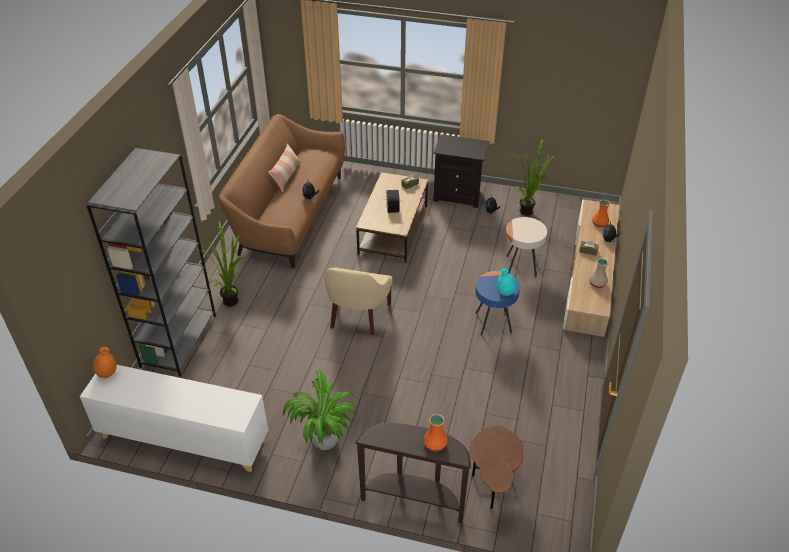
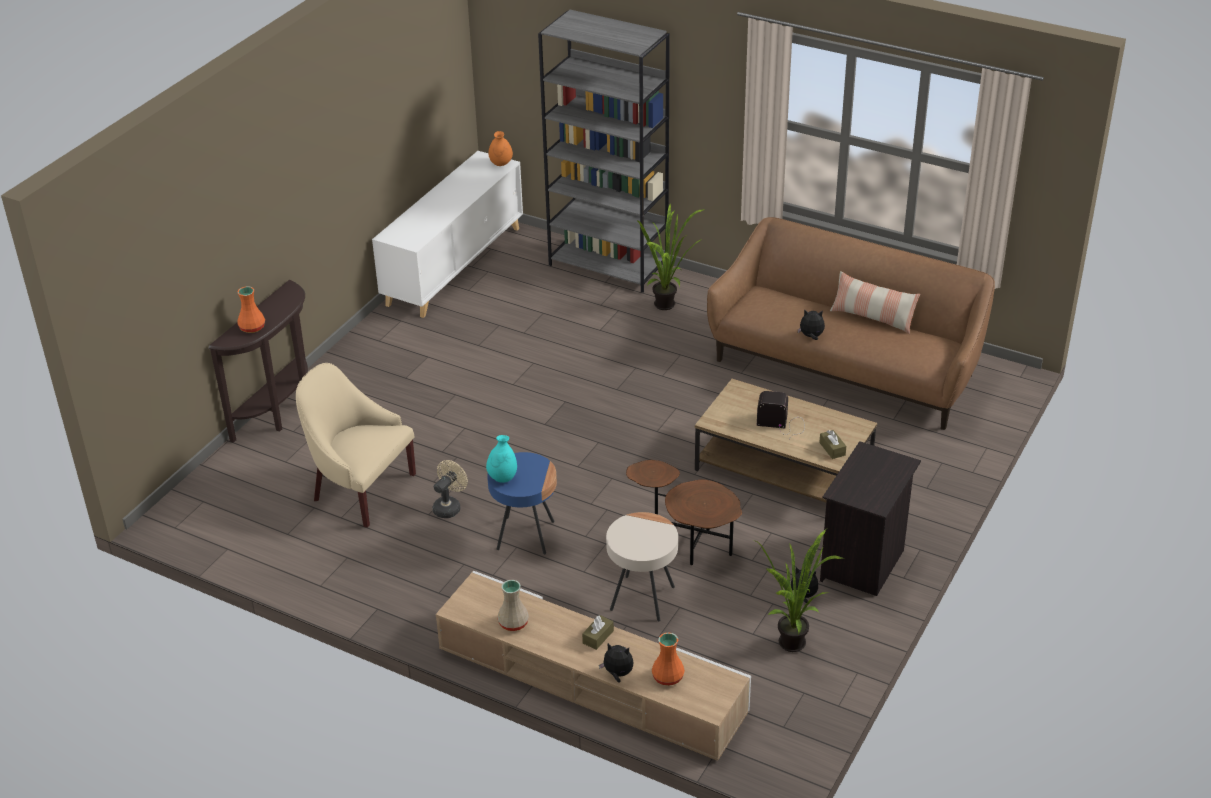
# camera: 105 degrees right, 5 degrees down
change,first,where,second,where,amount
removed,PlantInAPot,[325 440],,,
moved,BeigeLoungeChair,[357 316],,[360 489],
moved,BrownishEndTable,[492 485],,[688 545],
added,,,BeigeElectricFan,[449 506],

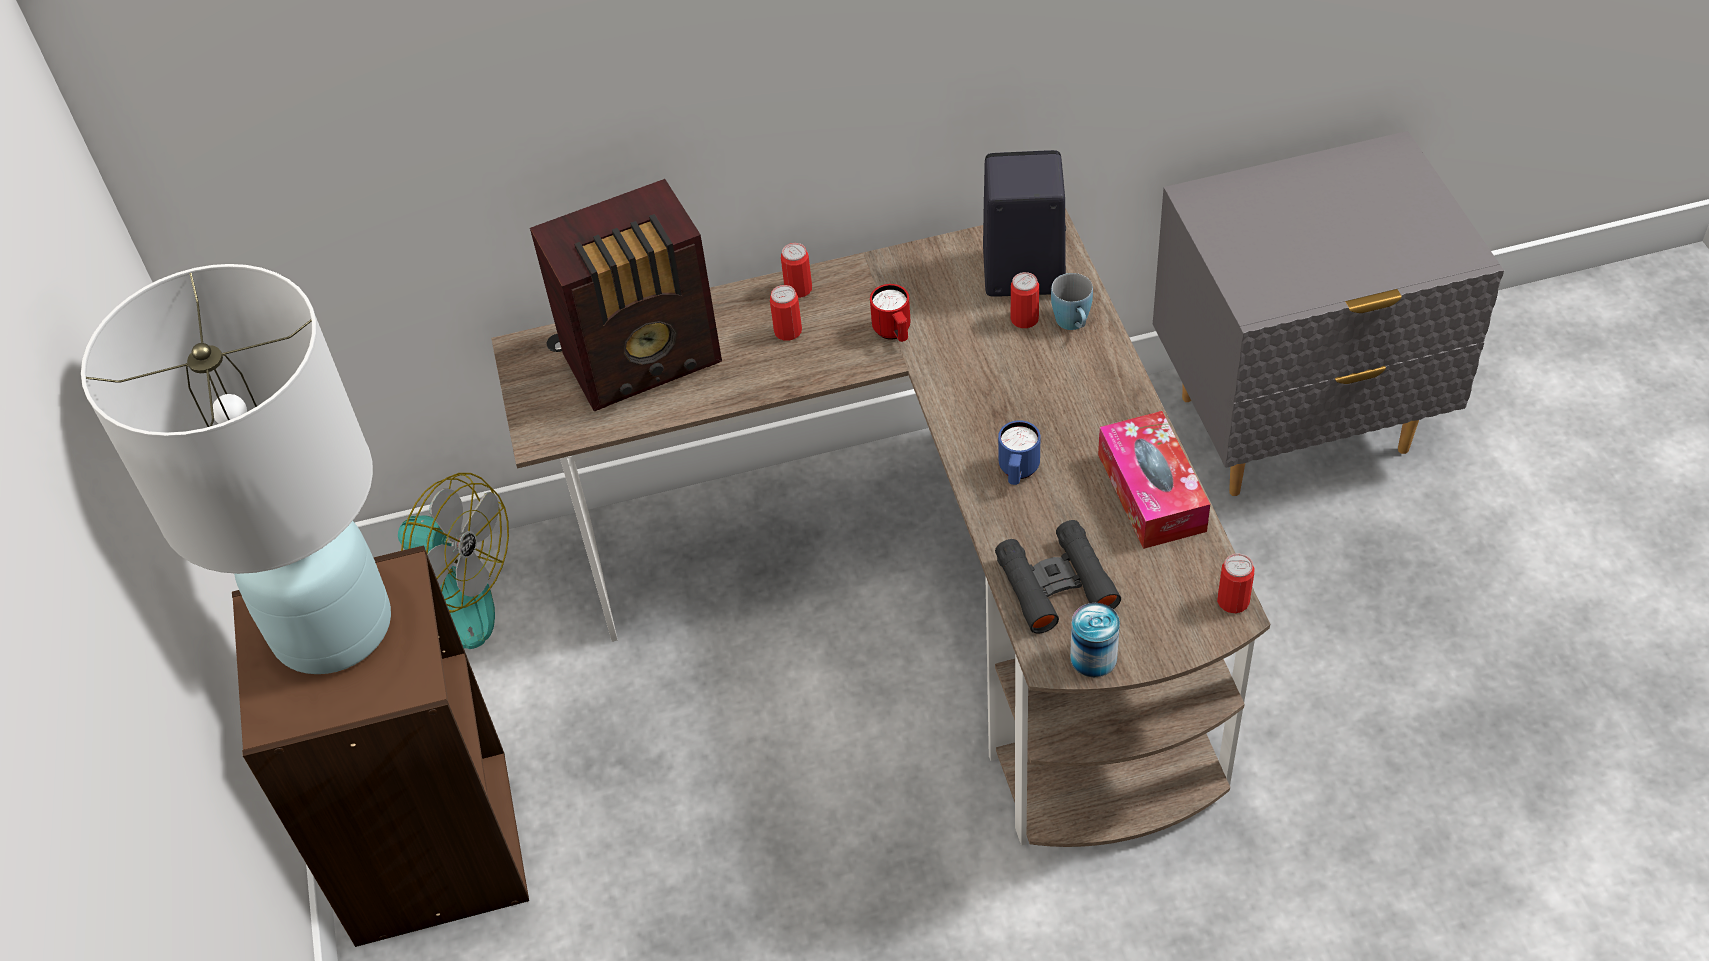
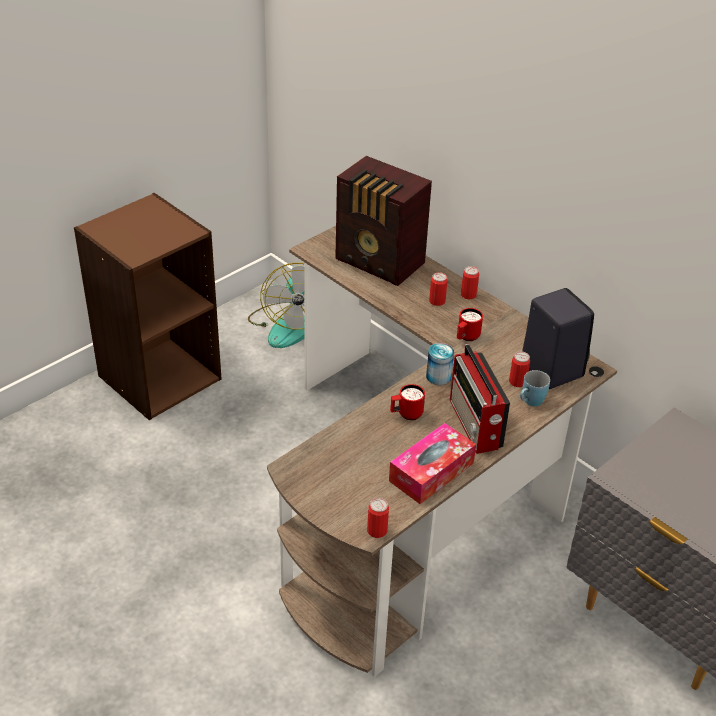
# camera: 55 degrees right, 10 degrees down
change,first,where,second,where,amount
removed,WhiteColouredTableLamp,[330 626],,,
removed,BlackishFieldGlasses,[1056 584],,,
recoloured,BlueColouredTeaMug,[1018 472],RedColouredTeaMug,[406 414],
moved,SealedCan,[1093 657],,[438 376],
added,,,RadioSet,[475 425],

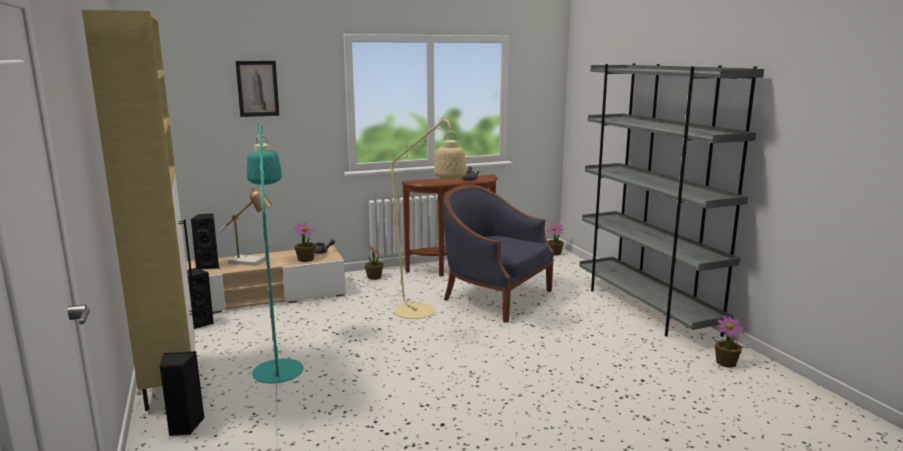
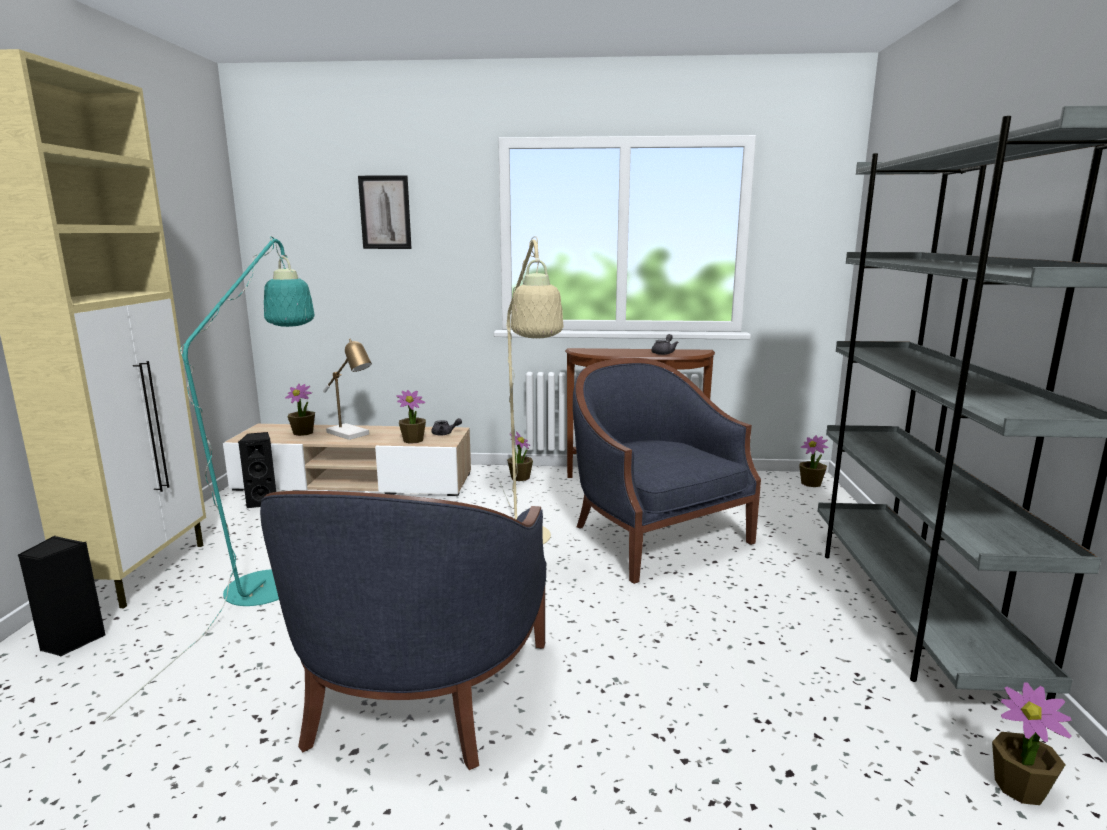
# camera: 25 degrees right, 0 degrees up
change,first,where,second,where,amount
replaced,BlackishAudioSpeaker,[209 266],PlantInAPot,[303 432],
added,,,BlueColouredLoungeChair,[419 691],

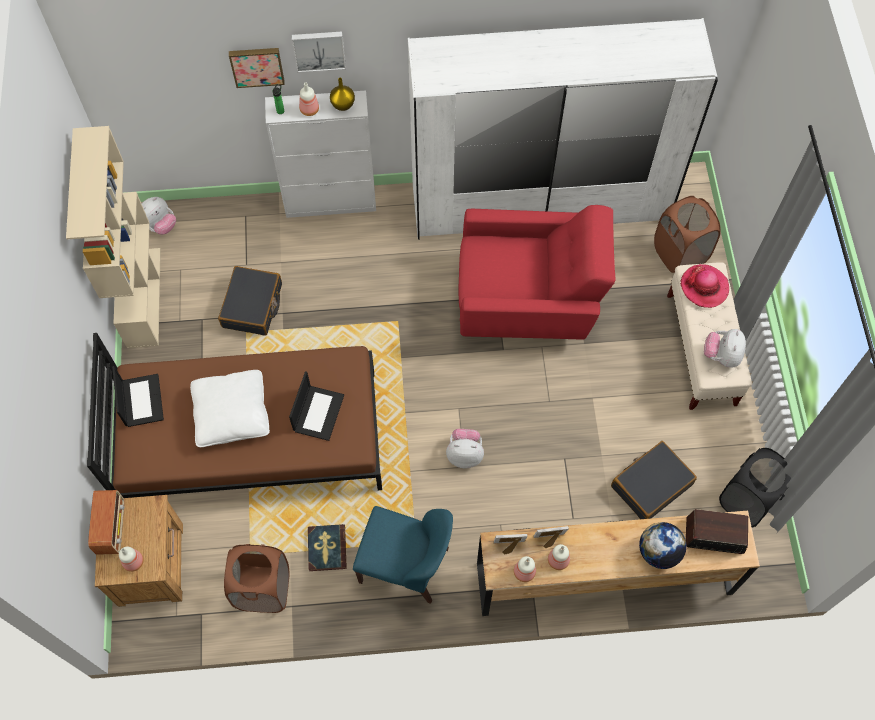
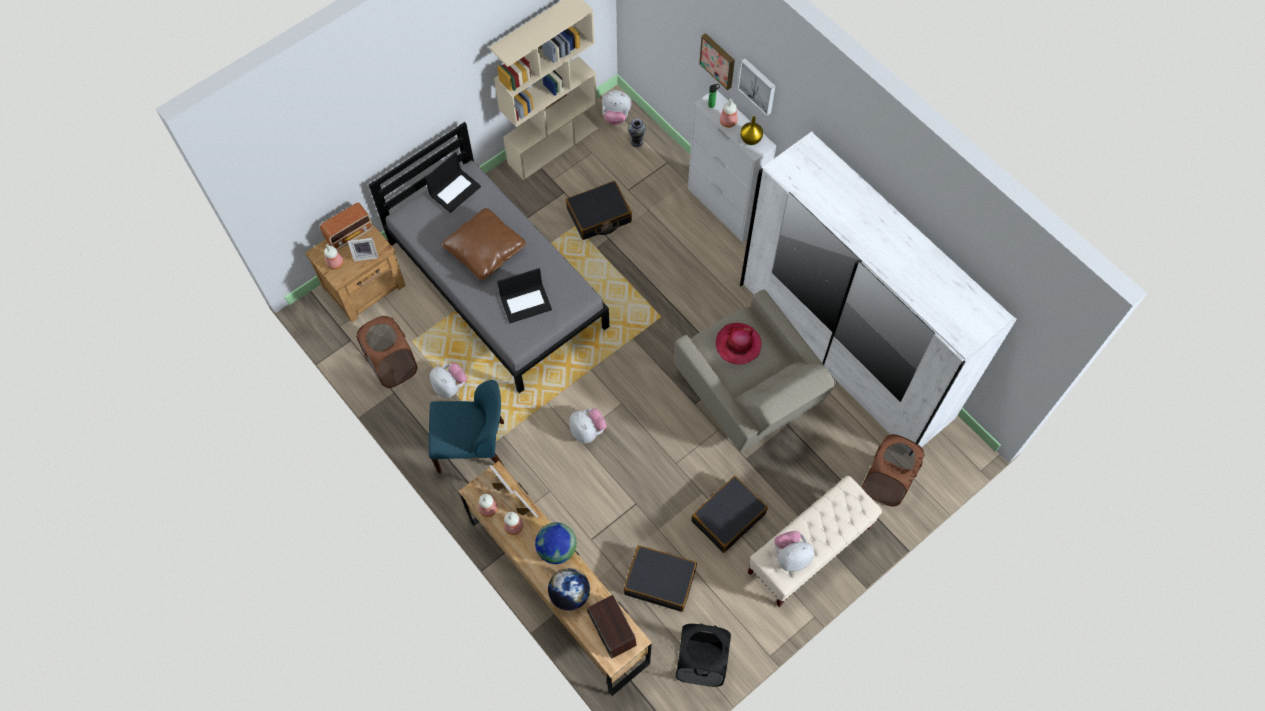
# camera: 55 degrees right, 0 degrees up
change,first,where,second,where,amount
recoloured,BrownishBed,[251 438],GreyBed,[497 284],
recoloured,WhiteColouredPillow,[232 413],BrownishPillow,[485 250],
replaced,Book,[326 548],CuddlyToy,[450 386],
turned,BlueColouredChair,[406 565],,[473 446],75 degrees counterclockwise
recoloured,RedColouredLoungeChair,[528 301],BeigeLoungeChair,[750 395],
moved,WearableHat,[704 287],,[738 344],
added,,,PictureFrame,[365 255],
added,,,Globe,[557 549],
added,,,FlowerVase,[637 141],
added,,,BlackishPieceOfLuggage,[728 517],

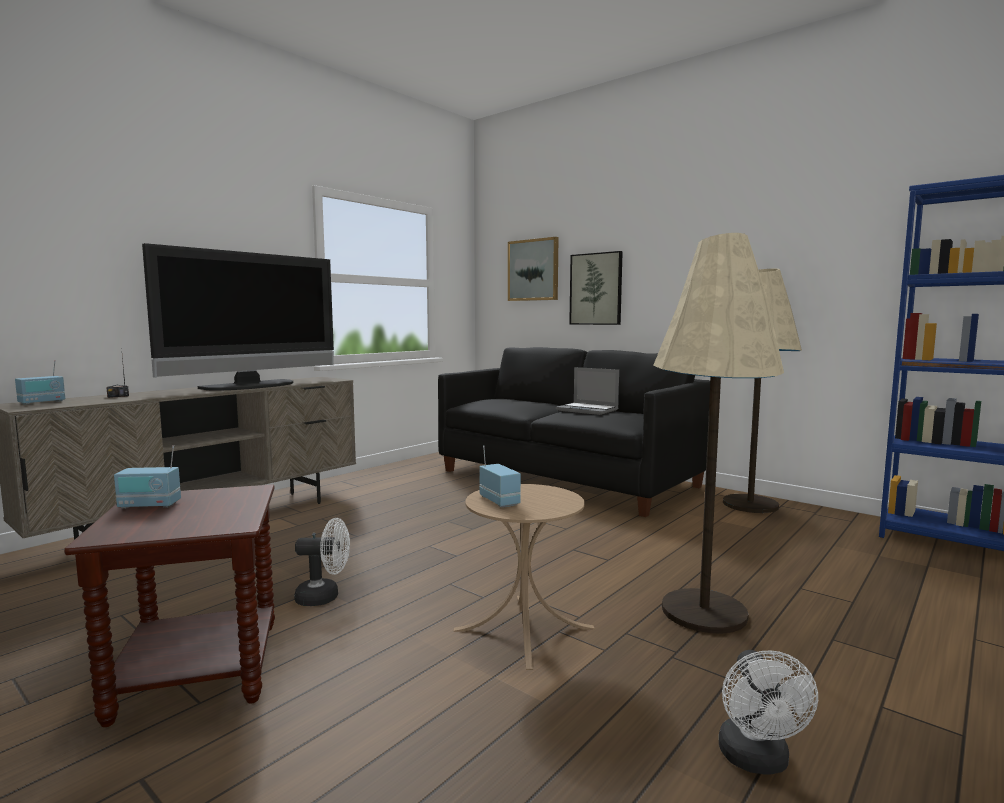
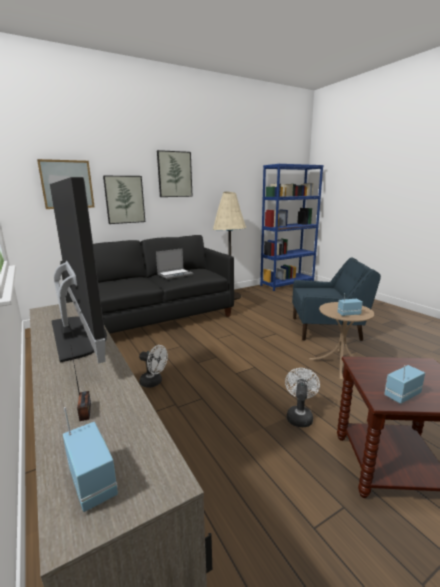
# camera: 70 degrees left, 10 degrees up
change,first,where,second,where,amount
turned,RadioSet,[149 505],,[401 395],135 degrees counterclockwise
replaced,BeigeStandardLamp,[704 612],BlueColouredLoungeChair,[327 329],
moved,WhiteColouredElectricFan,[757 761],,[154 382],
added,,,Picture,[174 174],

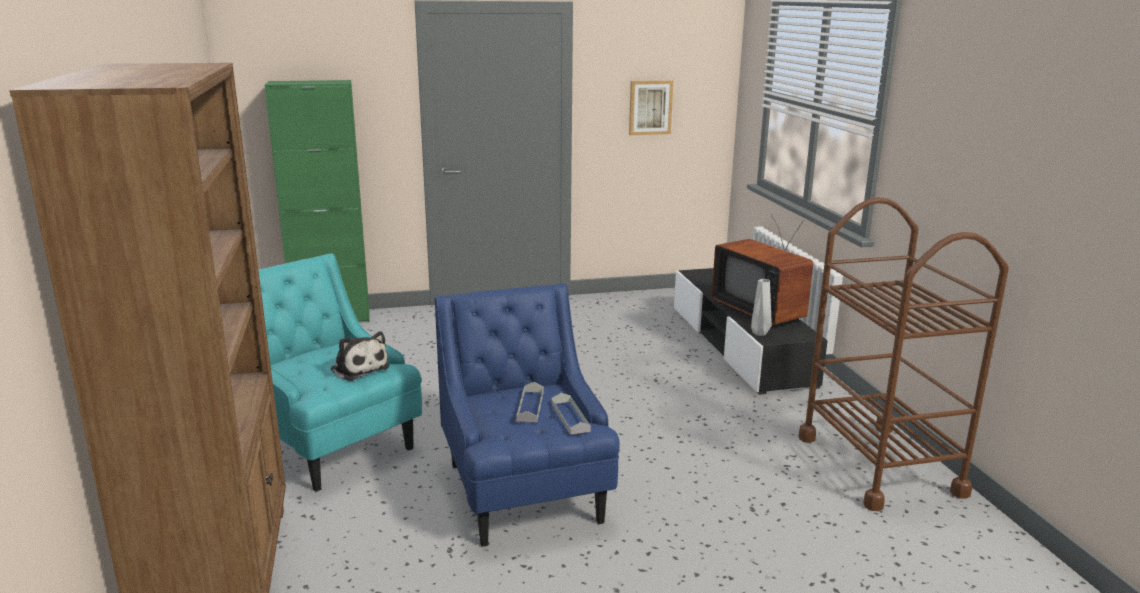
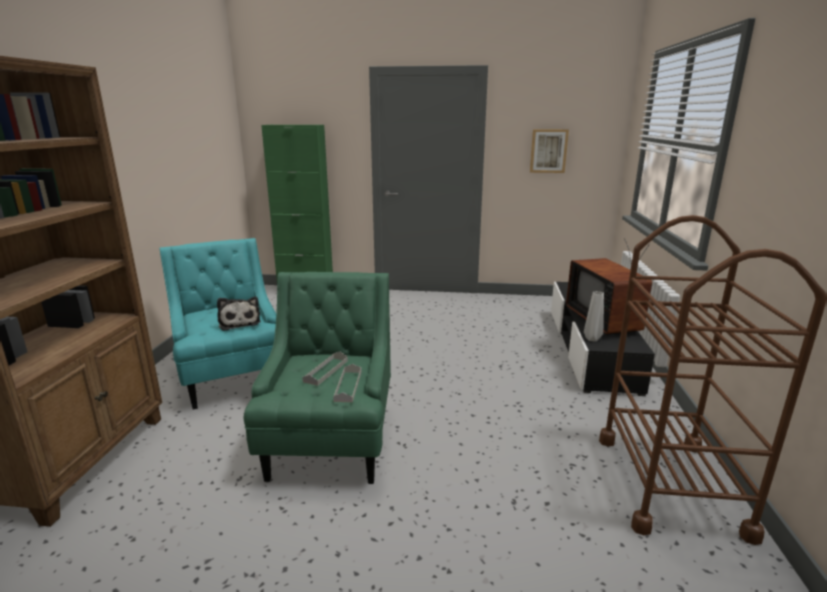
# camera: 20 degrees right, 0 degrees up
change,first,where,second,where,amount
recoloured,BlueColouredLoungeChair,[524 494],GreenishLoungeChair,[330 442],

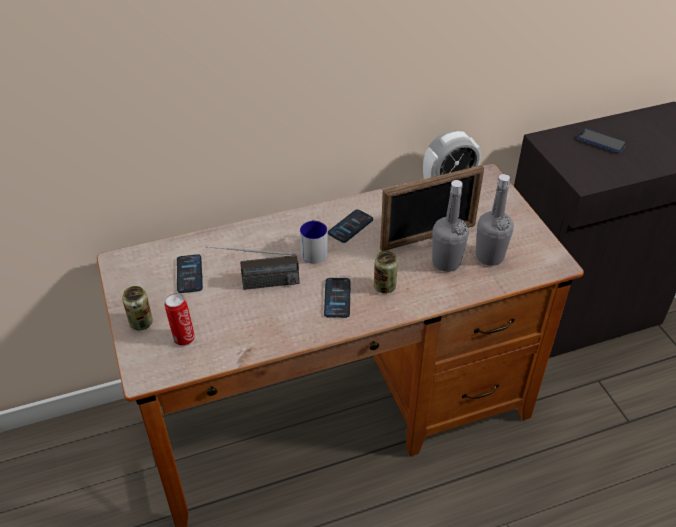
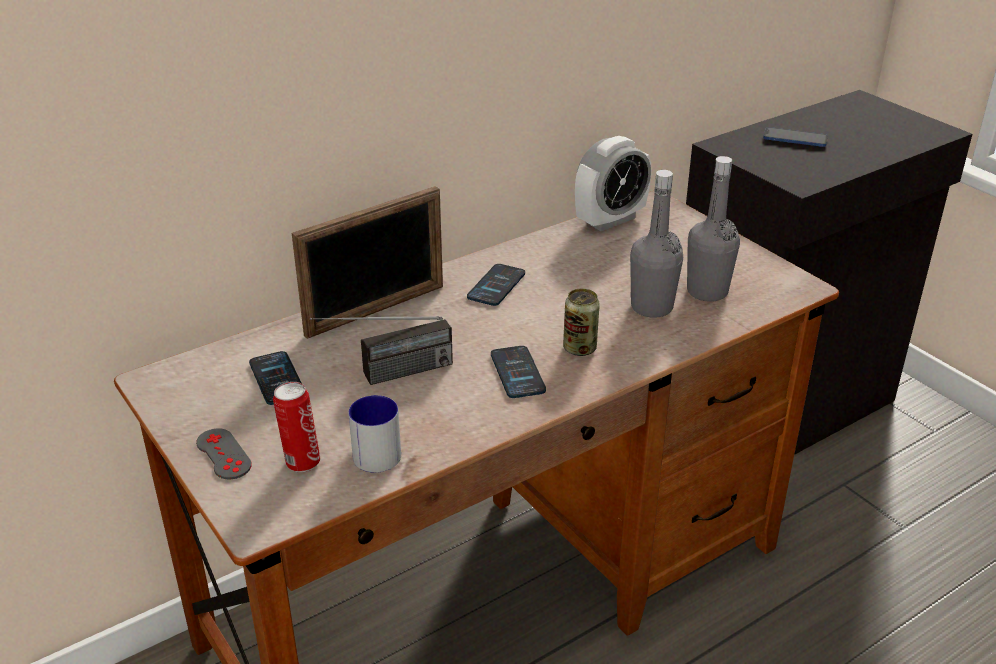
# camera: 15 degrees left, 10 degrees down
change,first,where,second,where,amount
replaced,SealedCan,[141 323],GreyGamepad,[223 454],
moved,TeaMug,[314 250],,[374 450],
moved,PictureFrame,[428 237],,[376 311],

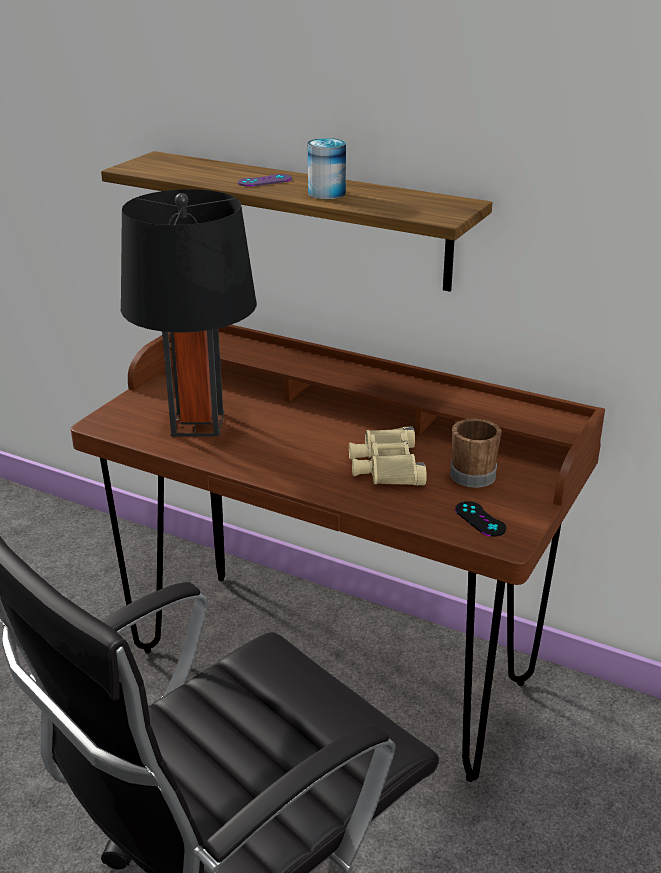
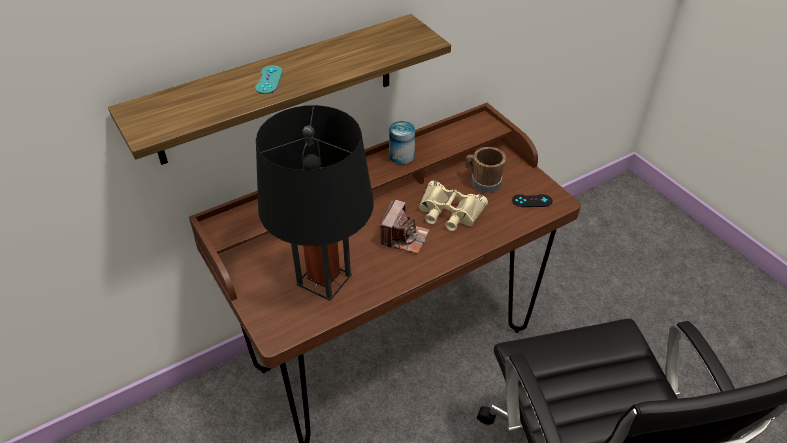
# camera: 60 degrees left, 15 degrees up
change,first,where,second,where,amount
recoloured,PurplishGamepad,[264 181],TurquoiseColouredGamepad,[269 80],
moved,SealedCan,[326 193],,[401 156],
added,,,PhotoCamera,[404 237],

